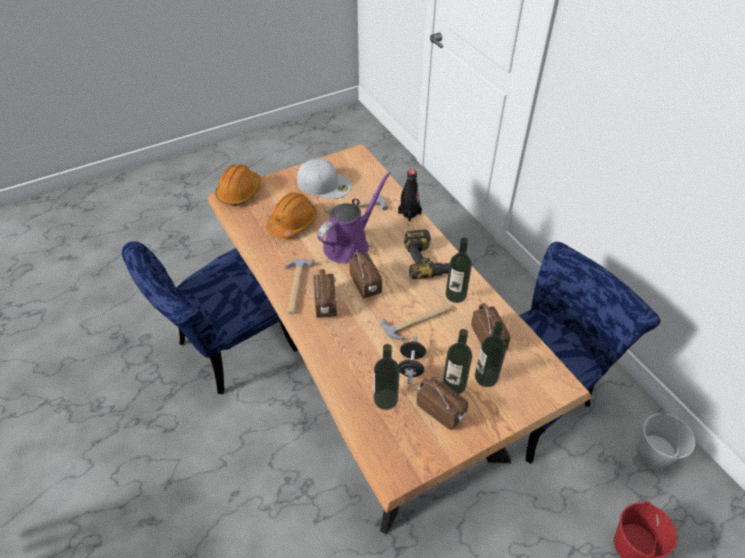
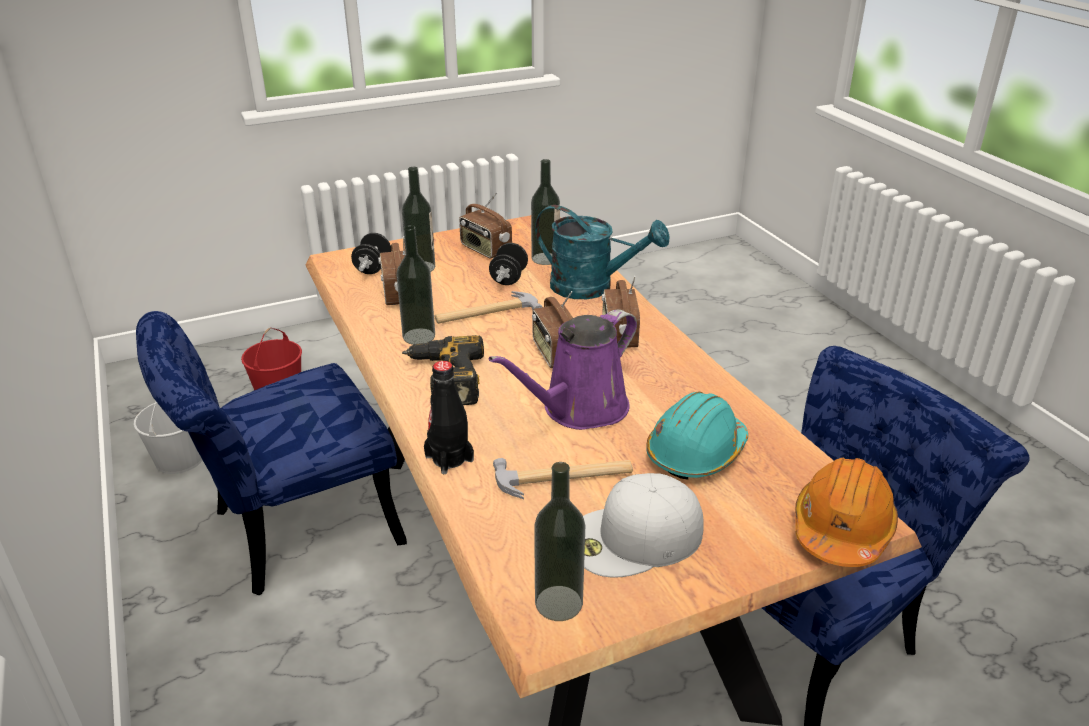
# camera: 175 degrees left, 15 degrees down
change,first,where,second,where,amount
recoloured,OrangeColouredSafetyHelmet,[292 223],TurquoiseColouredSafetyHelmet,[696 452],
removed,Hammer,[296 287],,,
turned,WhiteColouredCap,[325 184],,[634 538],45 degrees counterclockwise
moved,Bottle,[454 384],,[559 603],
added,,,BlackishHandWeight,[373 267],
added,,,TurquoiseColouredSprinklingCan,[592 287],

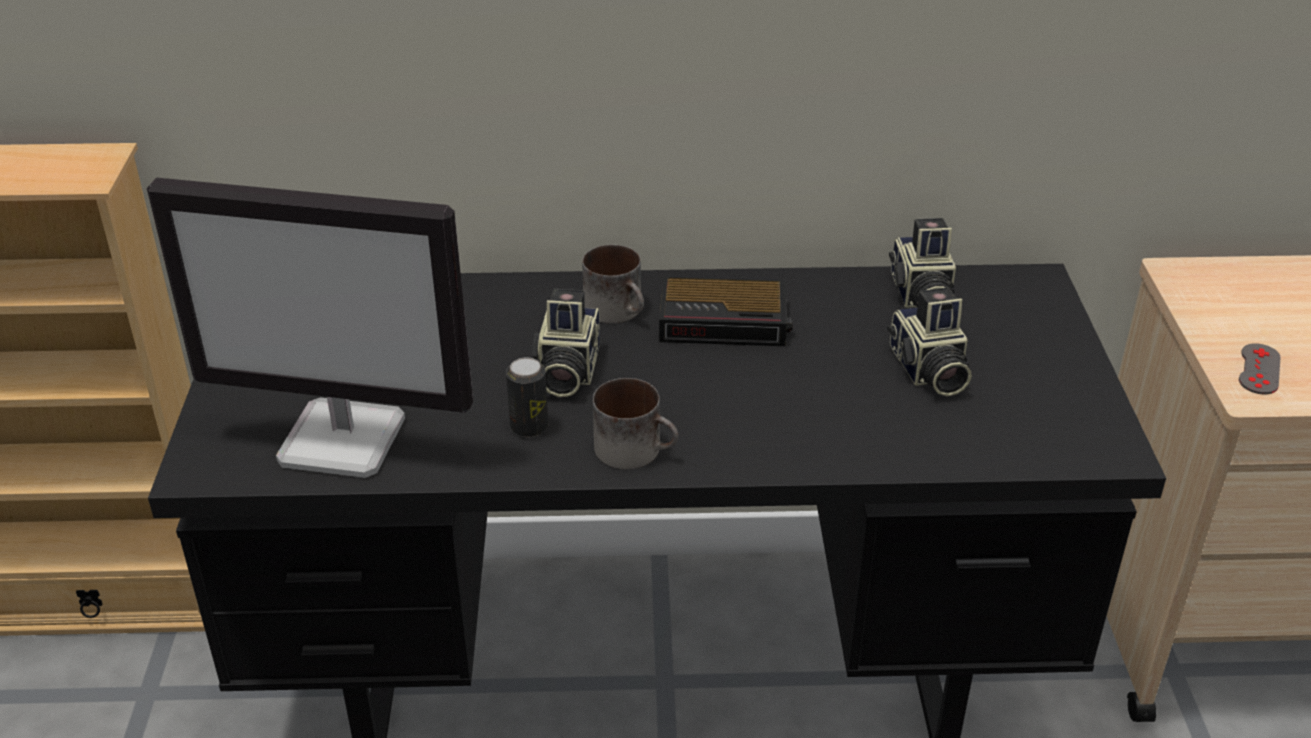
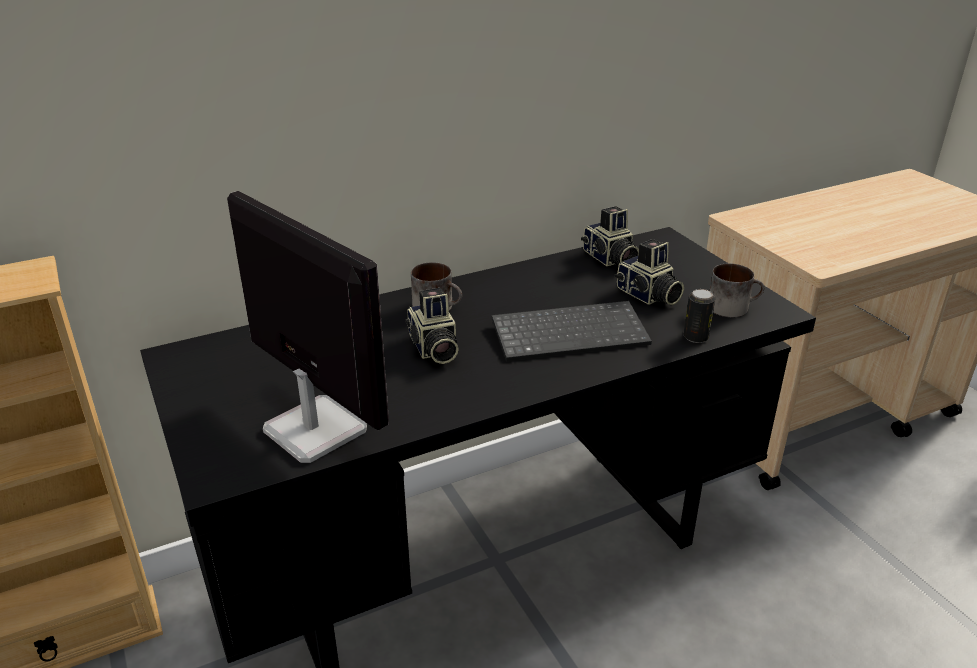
# camera: 25 degrees left, 5 degrees down
change,first,where,second,where,amount
turned,ComputerScreen,[345 440],,[313 429],120 degrees counterclockwise
moved,SealedCan,[529 427],,[696 337],
moved,TeaMug,[636 449],,[732 306],
removed,TableClock,[726 322],,,
removed,GreyGamepad,[1259 369],,,
added,,,Keyboard,[571 333],

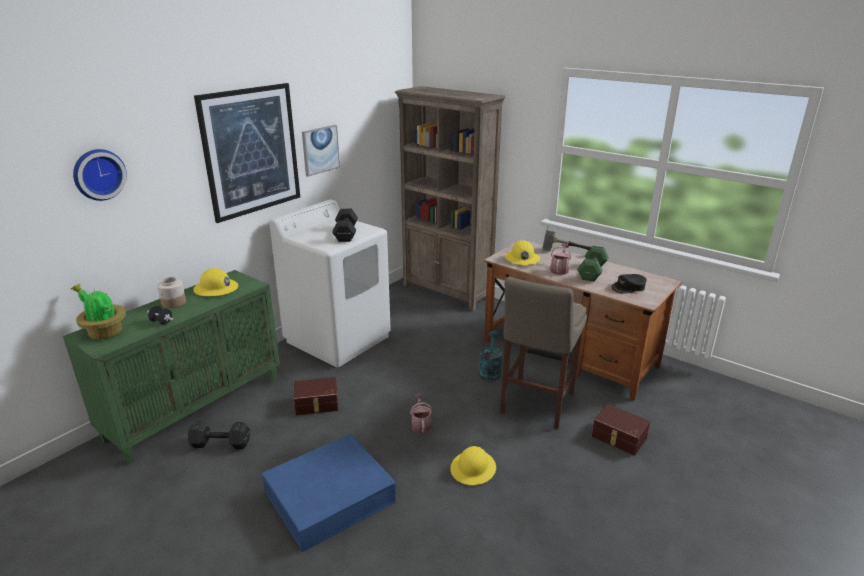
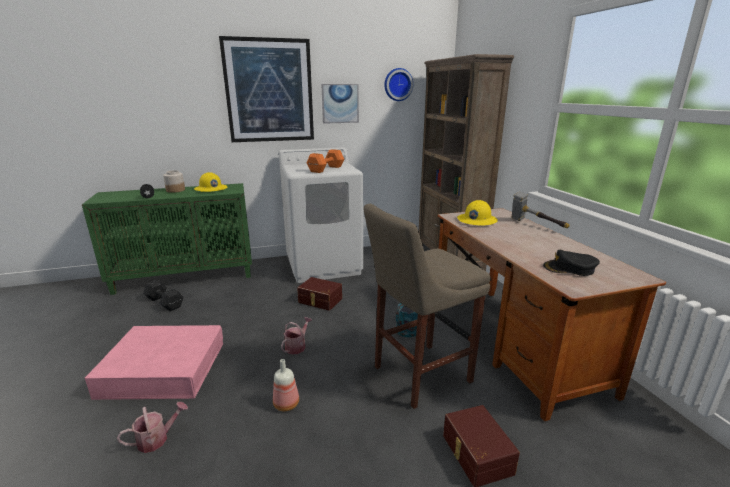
# camera: 35 degrees right, 5 degrees down
change,first,where,second,where,amount
removed,PlantInAPot,[104 332],,,
moved,ClockOnTheWall,[98 174],,[397 84],
recoloured,BlueColouredStorageBin,[329 497],PinkColouredStorageBin,[163 368],
moved,BrownishStorageBin,[317 404],,[319 301],
recoloured,BlackishHandWeight,[345 234],OrangeColouredHandWeight,[325 169],
replaced,YellowColouredSafetyHelmet,[473 469],Bottle,[287 404],
moved,SprinklingCan,[559 269],,[157 439],
removed,GreenishHandWeight,[592 272],,,

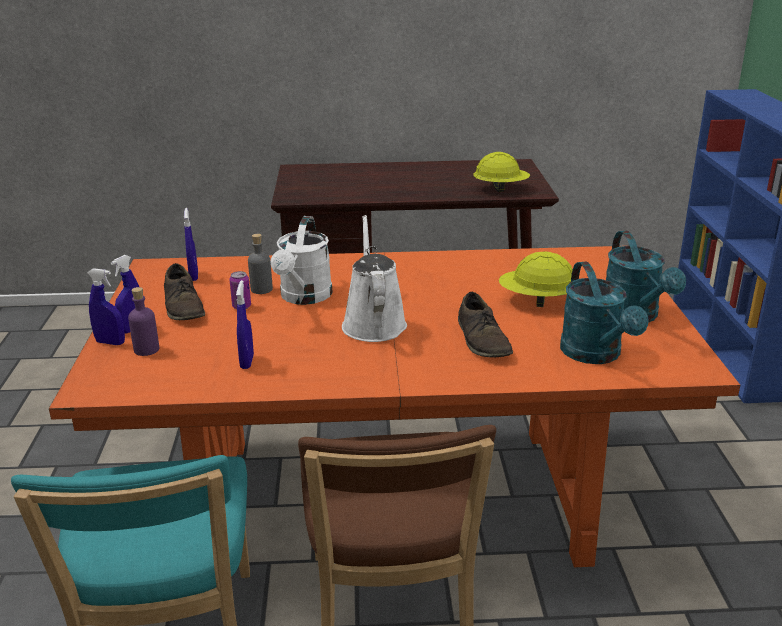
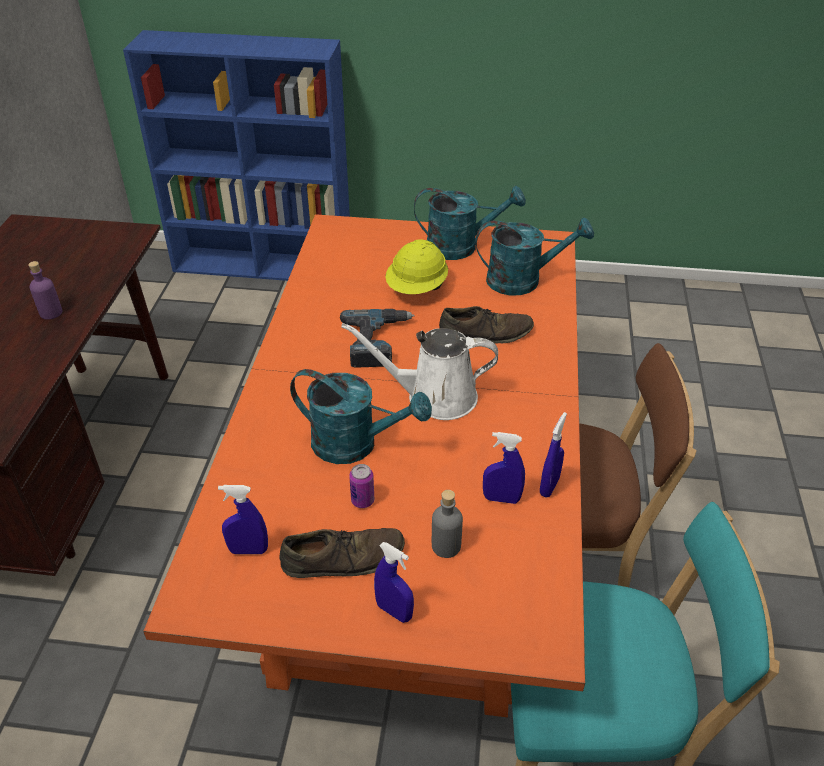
# camera: 80 degrees left, 15 degrees up
change,first,where,second,where,amount
moved,BlueColouredSprayBottle,[110 342],,[549 486],
moved,PurplishBottle,[146 349],,[51 313],
moved,GreyBottle,[261 289],,[446 546],
recoloured,WhiteColouredSprinklingCan,[304 298],TurquoiseColouredSprinklingCan,[356 444],
removed,YellowColouredSafetyHelmet,[500 189],,,
added,,,PowerDrill,[377 342],

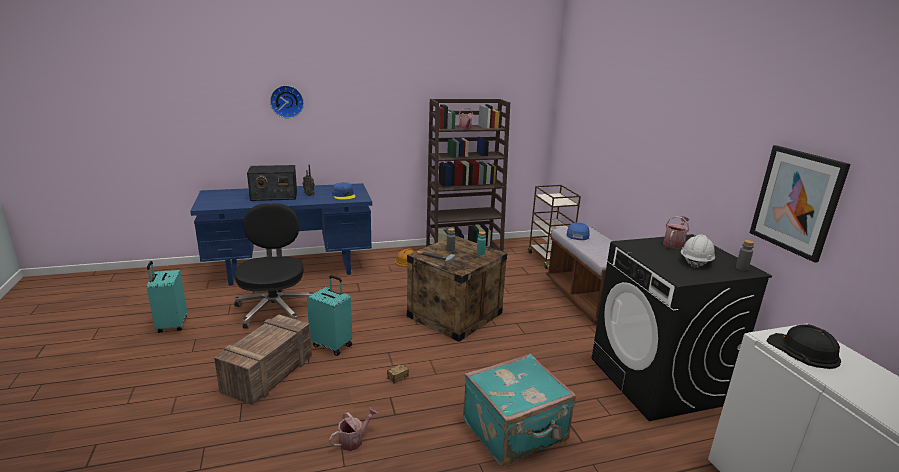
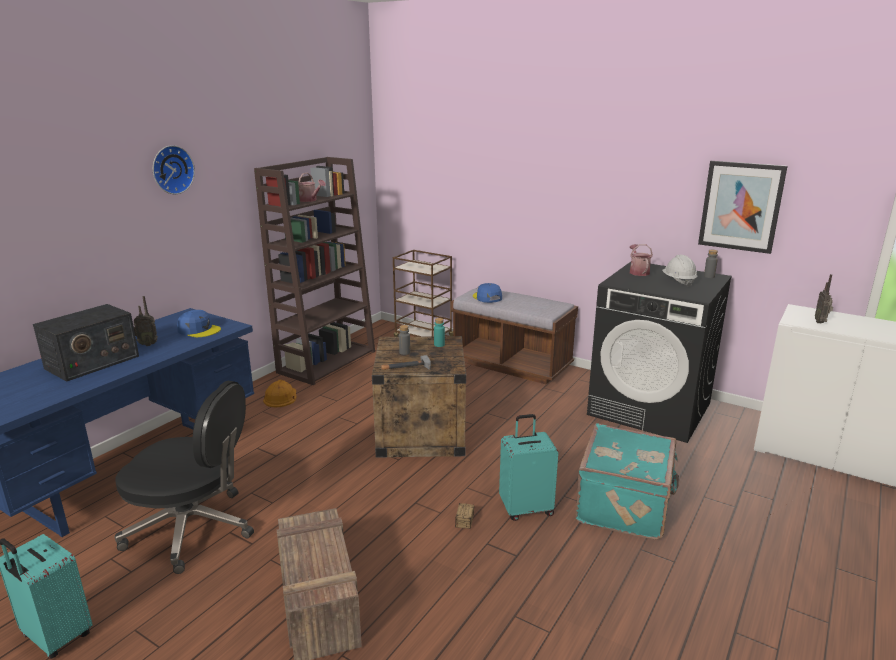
# camera: 40 degrees left, 0 degrees up
change,first,where,second,where,amount
turned,BlackishDeskChair,[274 308],,[193 529],150 degrees clockwise
moved,ClockOnTheWall,[287 101],,[171 169],
moved,TurquoiseColouredPieceOfLuggage,[332 345],,[526 508],
removed,SprinklingCan,[354 440],,,
replaced,BlackishSafetyHelmet,[803 351],RadioSet,[821 322],

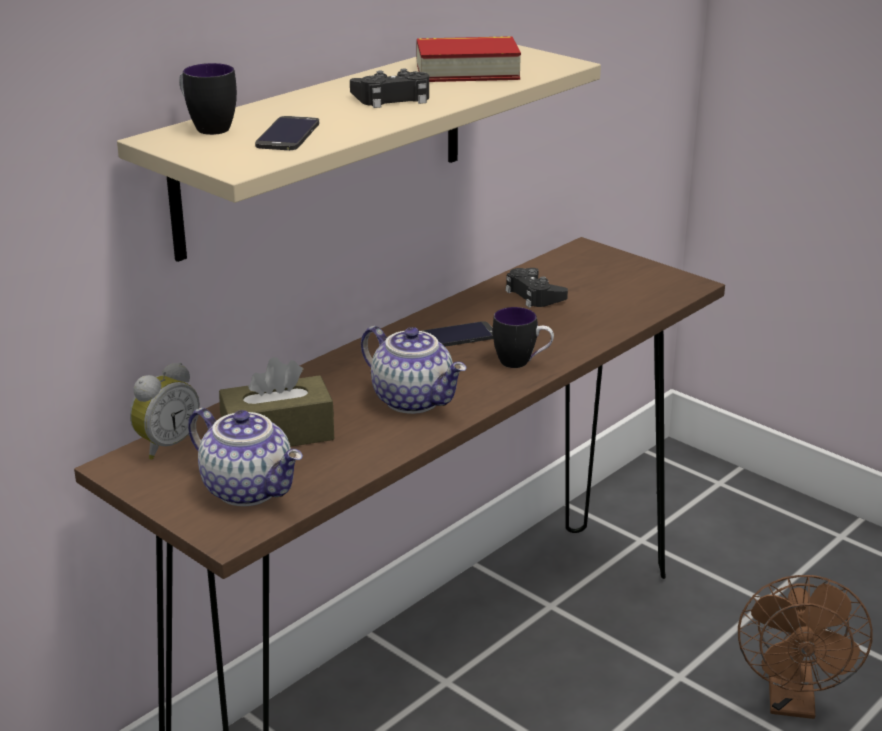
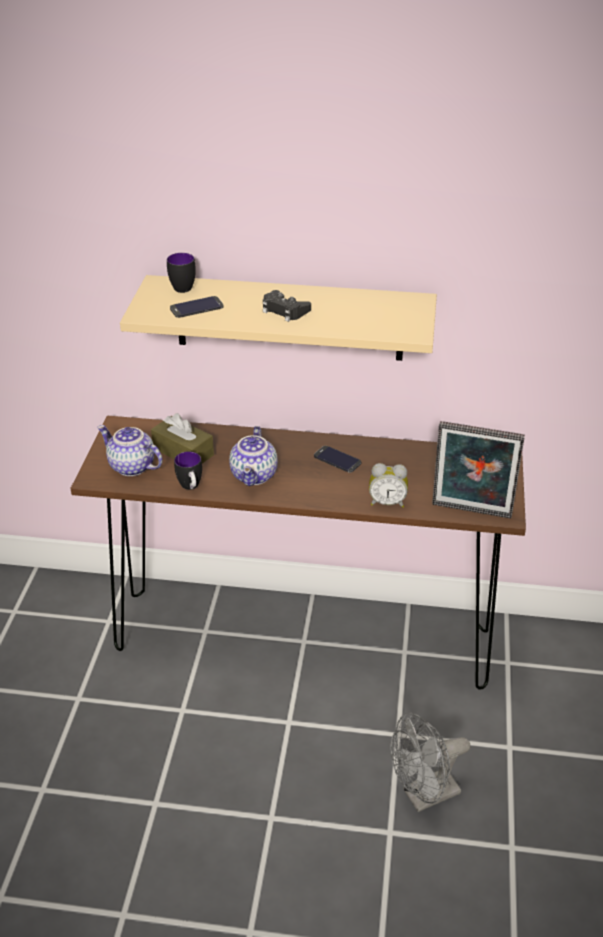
# camera: 55 degrees right, 10 degrees up
change,first,where,second,where,amount
moved,TableClock,[166 445],,[387 502],
turned,Teapot,[250 489],,[131 467],120 degrees clockwise
removed,Book,[467 71],,,
moved,TeaMug,[522 363],,[191 488],
removed,BlackishGamepad,[534 295],,,
recoloured,BrownishElectricFan,[792 702],GreyElectricFan,[424 796],
added,,,PictureFrame,[471 512],

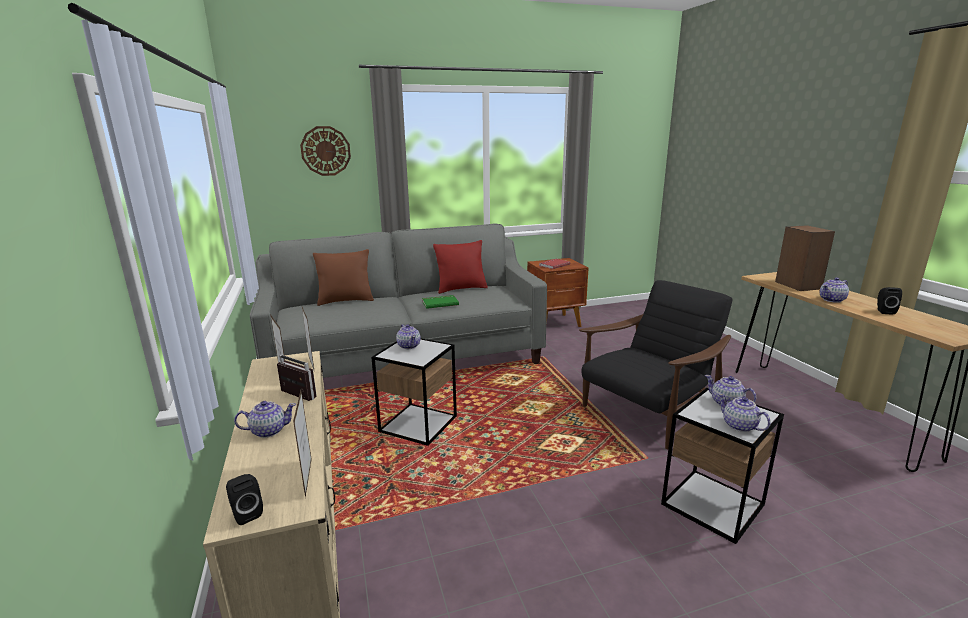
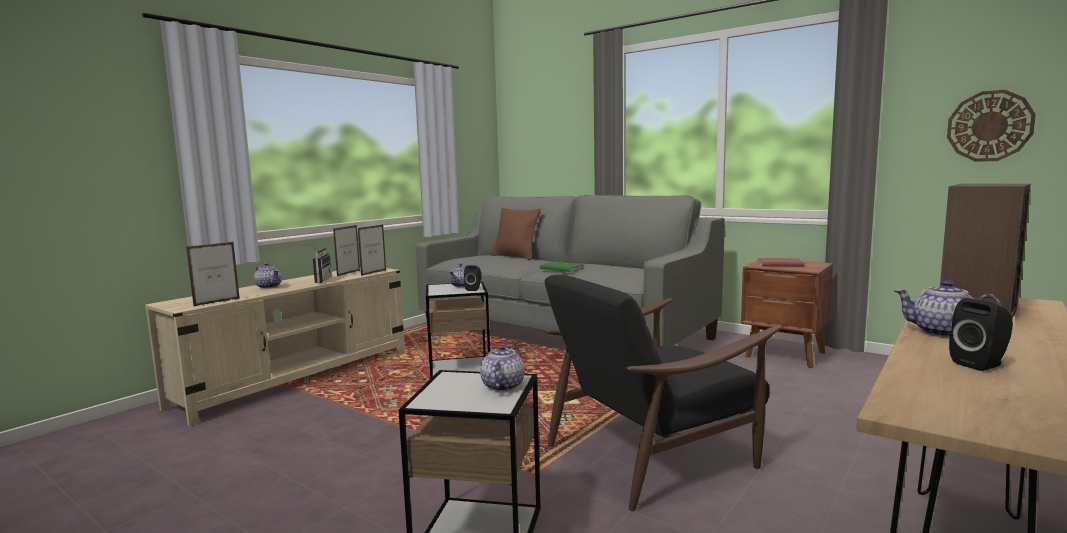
# camera: 55 degrees right, 10 degrees down
change,first,where,second,where,amount
moved,BlackishAudioSpeaker,[246 513],,[474 289],
moved,ClockOnTheWall,[325 151],,[989 126],
removed,RedColouredPillow,[461 289],,,
turned,BlackishLoungeChair,[649 411],,[653 453],135 degrees clockwise
removed,Teapot,[740 426],,,

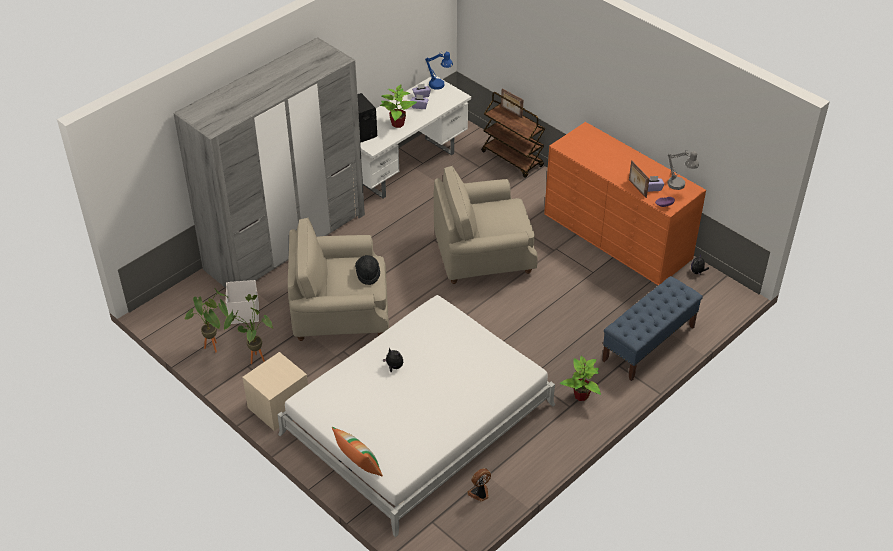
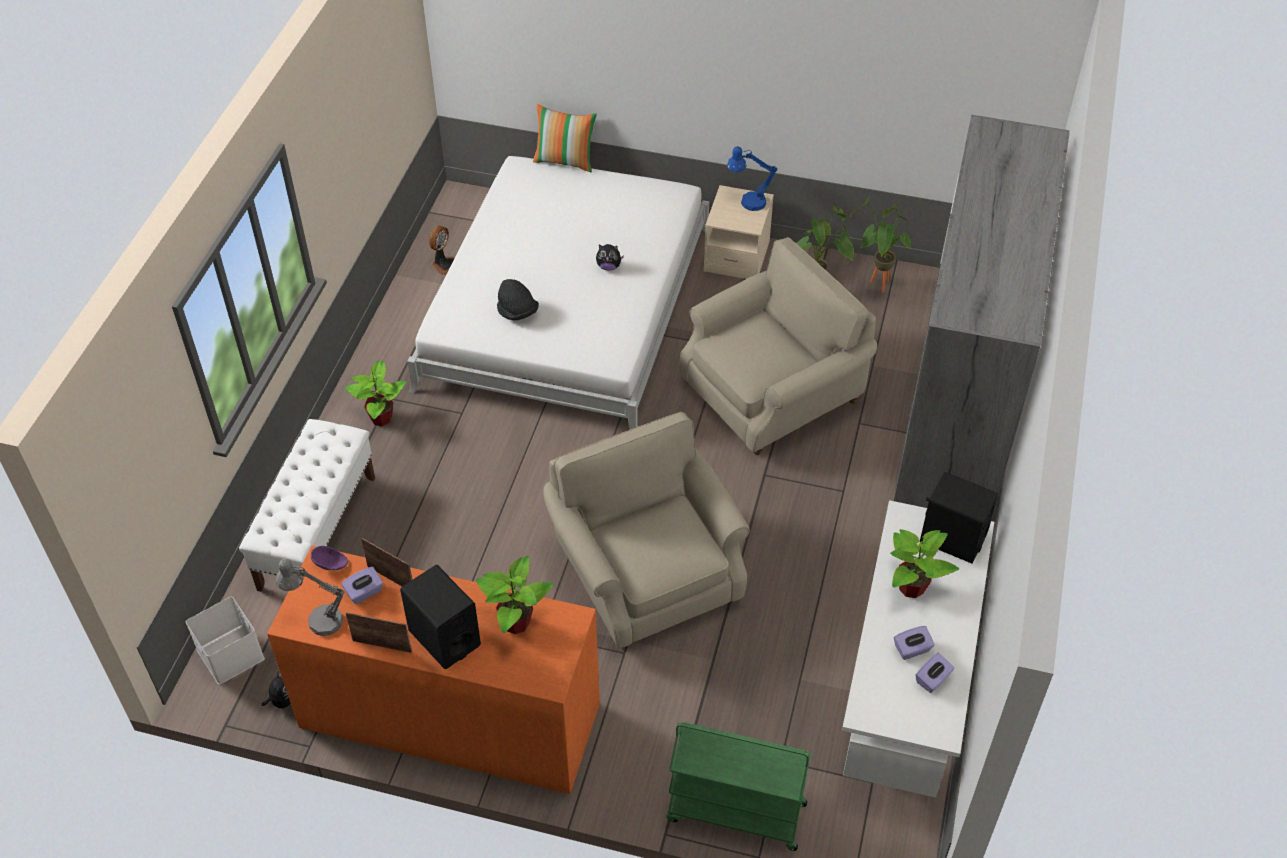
# camera: 150 degrees right, 5 degrees up
change,first,where,second,where,amount
moved,WhiteColouredStorageBin,[244 312],,[229 654],
moved,BlackishWearableHat,[368 274],,[517 312],
moved,BlueColouredTableLamp,[439 86],,[747 202],
turned,BeigeLoungeChair,[483 255],,[646 572],75 degrees counterclockwise
recoloured,BrownishWheeledCart,[512 159],GreenishWheeledCart,[735 812],
moved,PictureFrame,[511 112],,[382 645],
recoloured,BlueColouredBench,[648 344],WhiteColouredBench,[317 532],
added,,,BlackishAudioSpeaker,[444 638],
added,,,PlantInAPot,[516 622],

